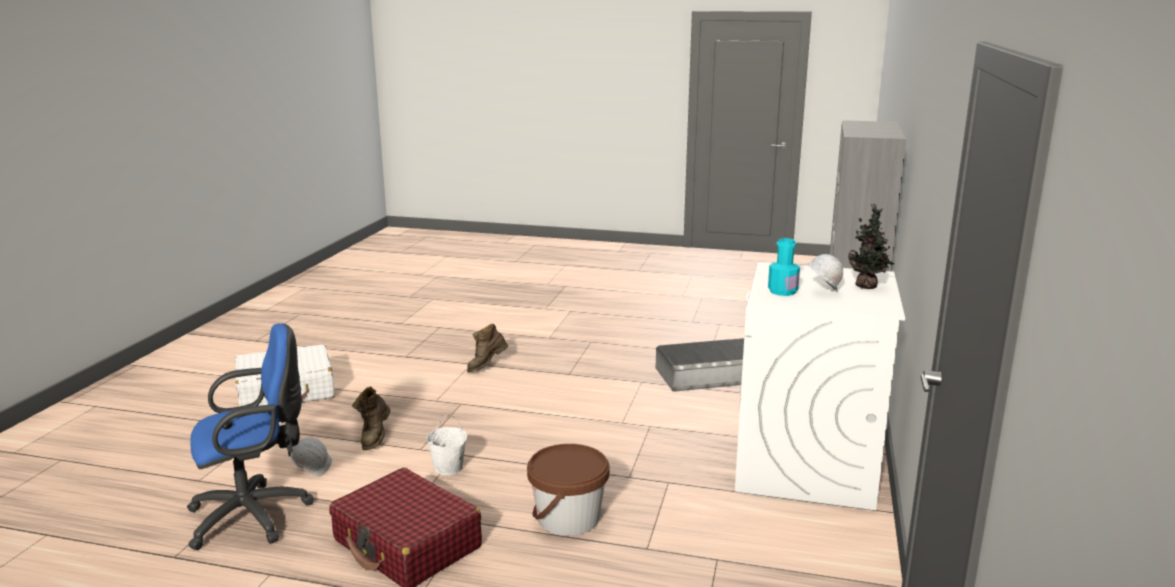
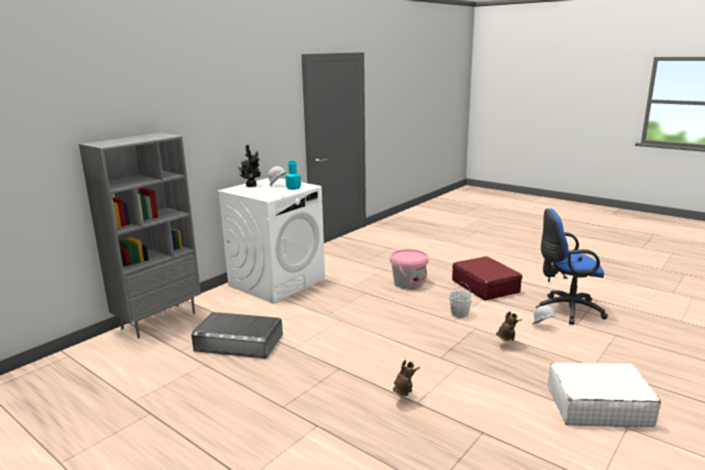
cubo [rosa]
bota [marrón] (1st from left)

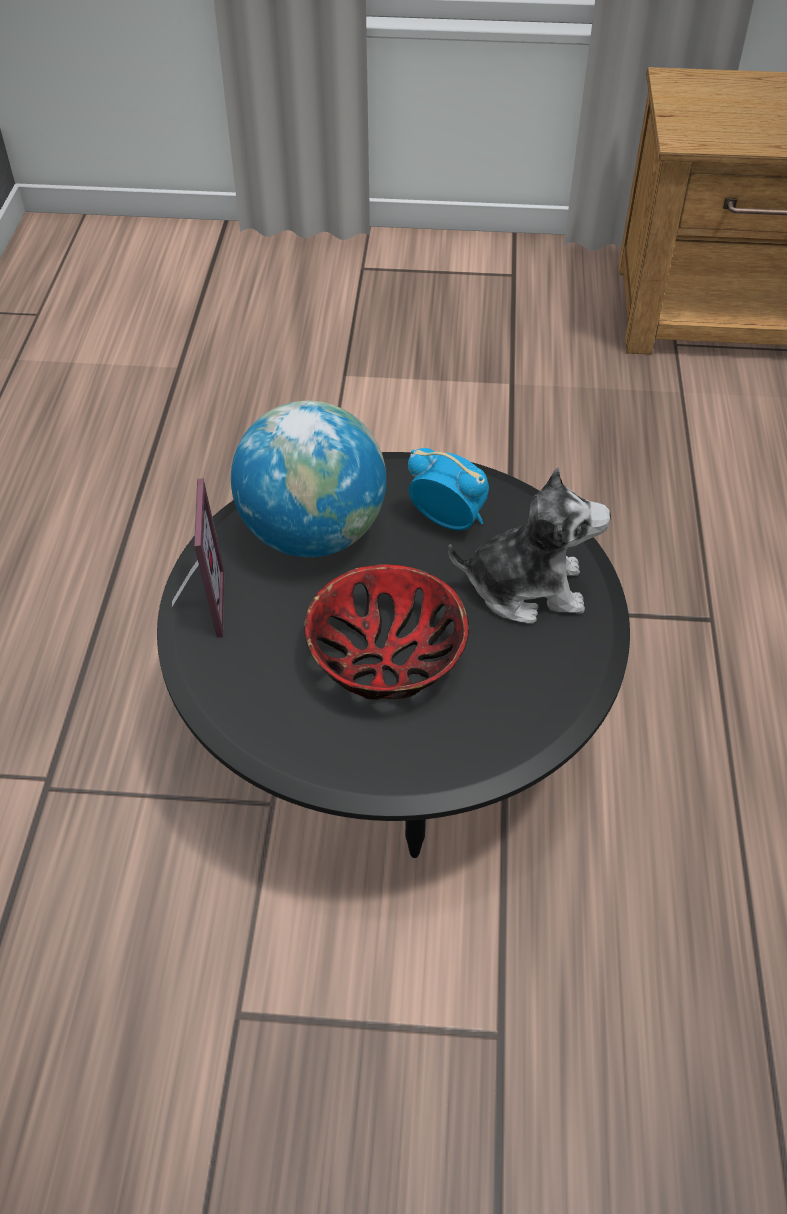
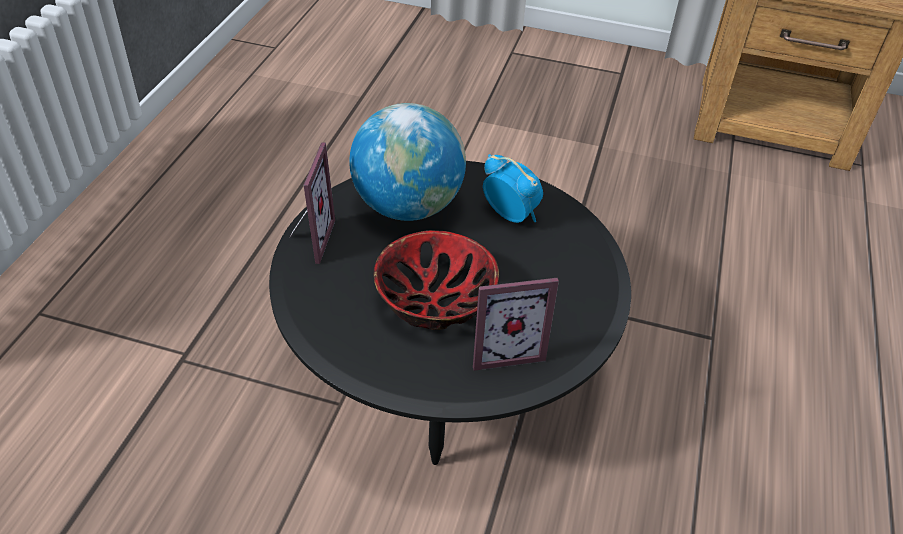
peluche
portarretratos (2nd from left)

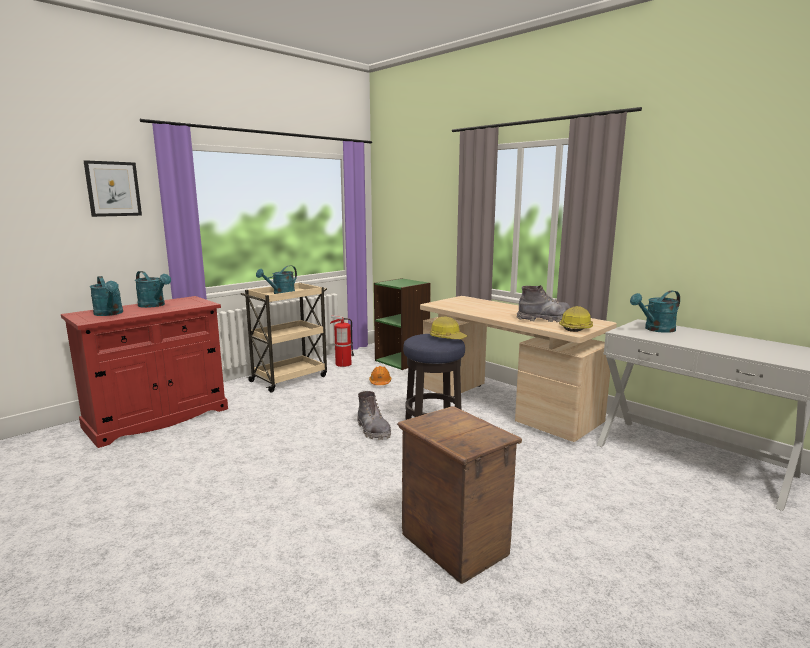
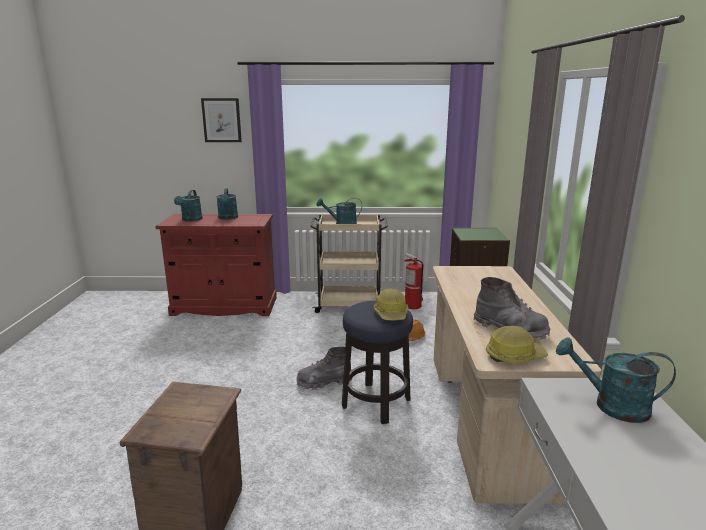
bota [gris] (1st from left)

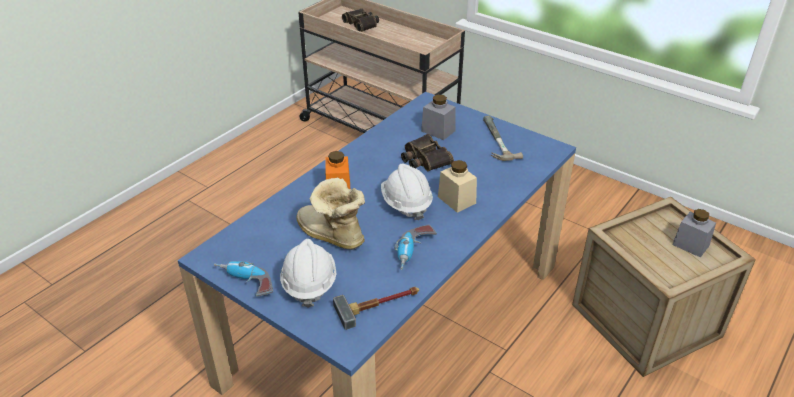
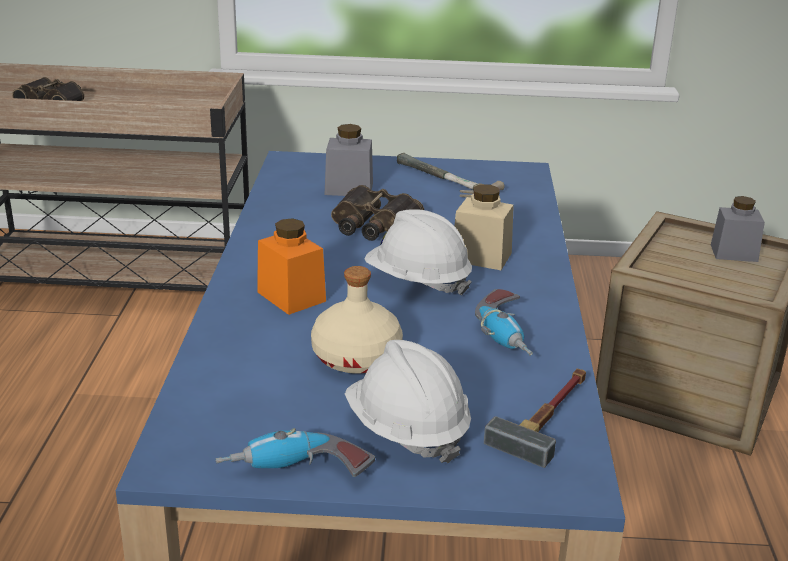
botella [beis]

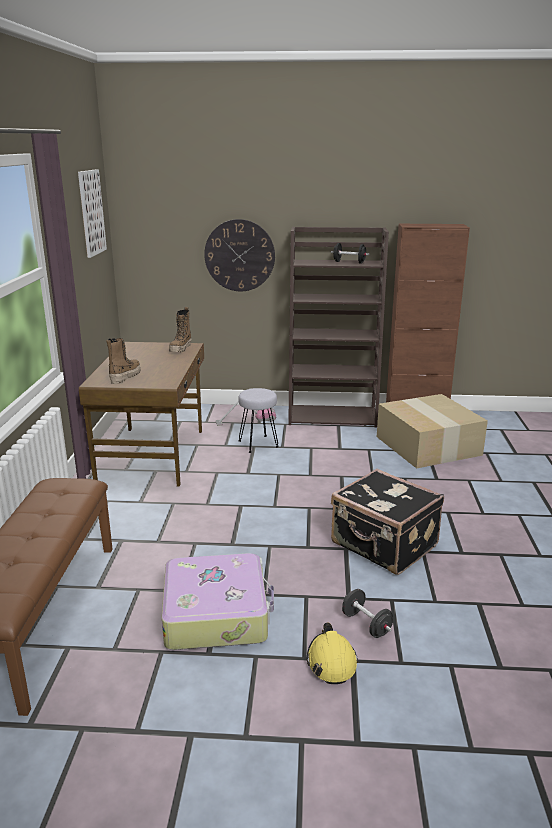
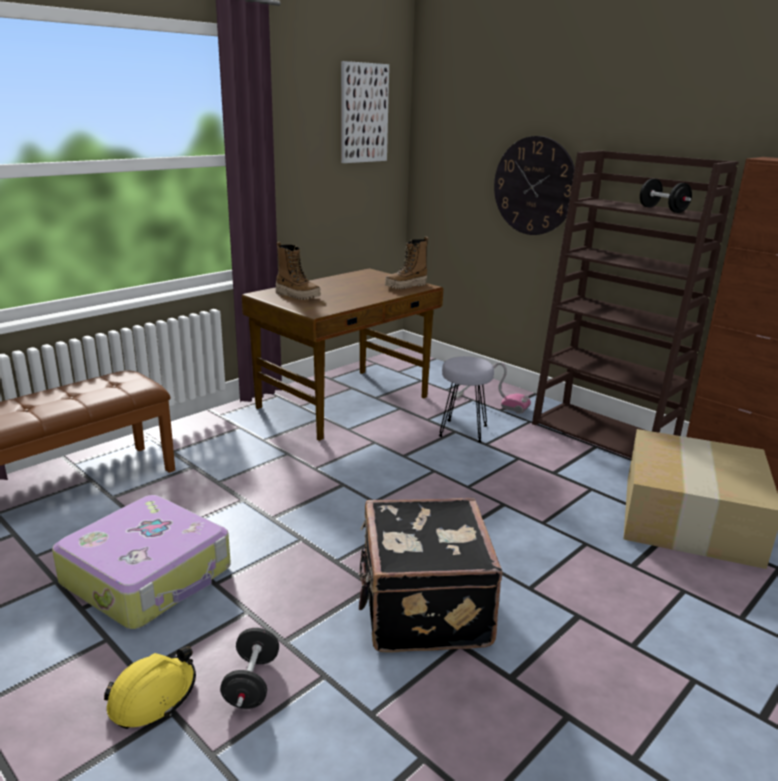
bota (1st from left)

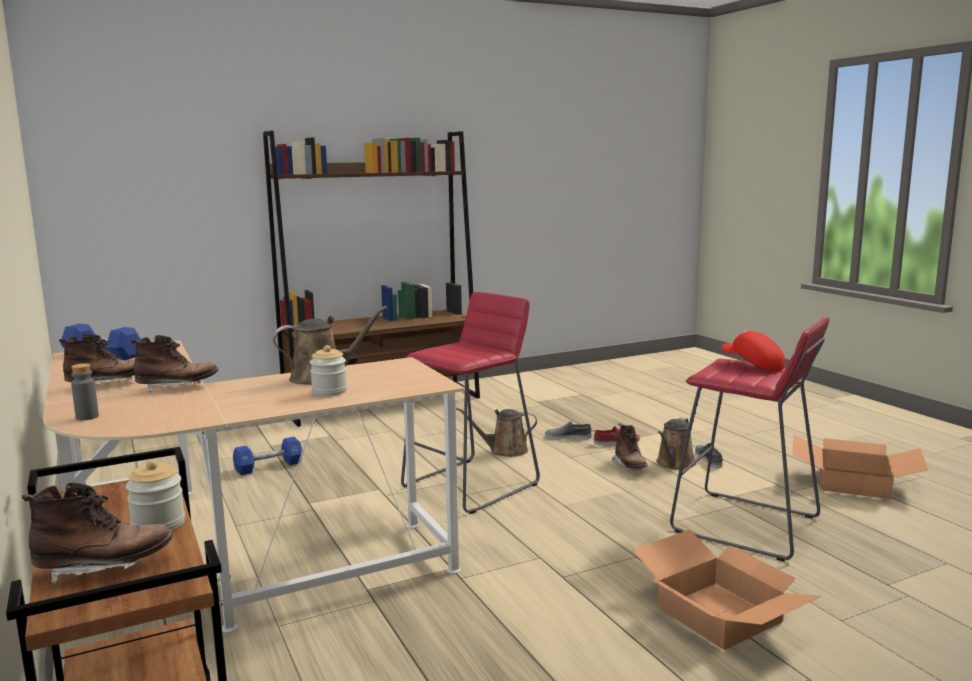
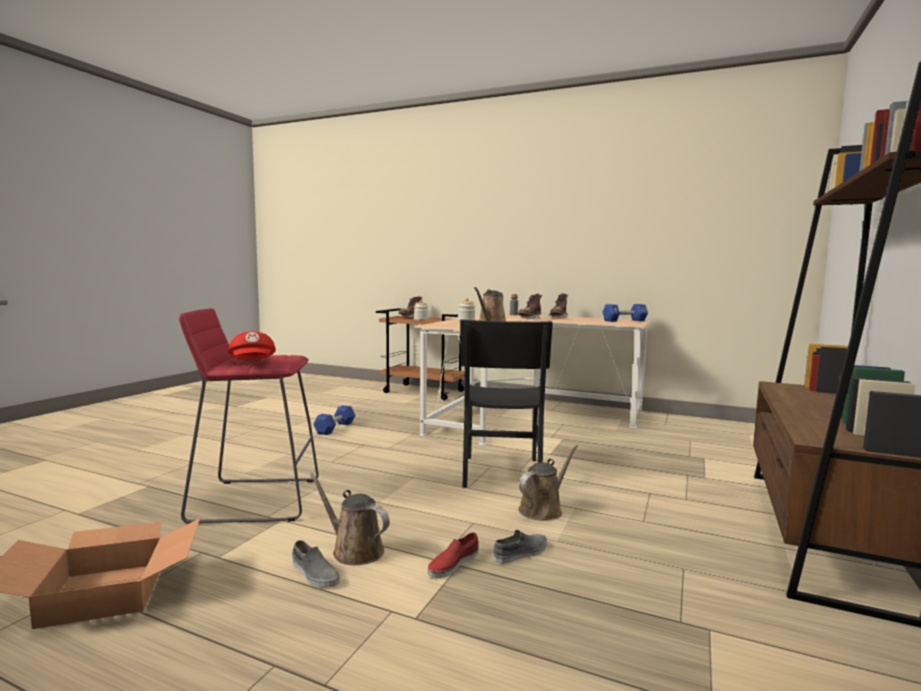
bota [marrón] (4th from left in the first image)
caja de cartón (1st from left in the first image)
mancuerna [azul] (1st from left)
silla [negro]
regadera [marrón] (1st from left)
gorra [rojo]

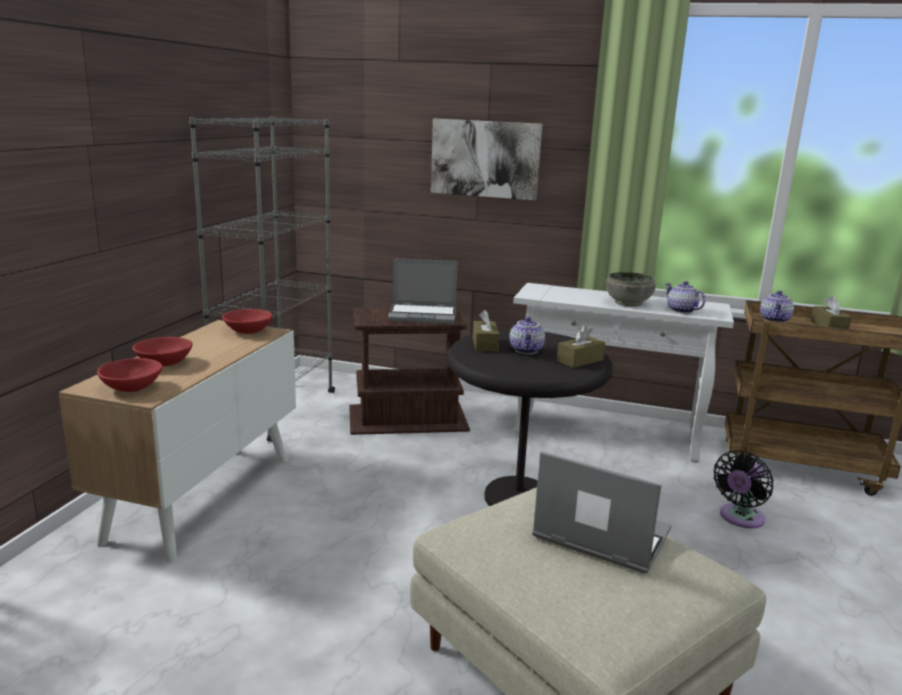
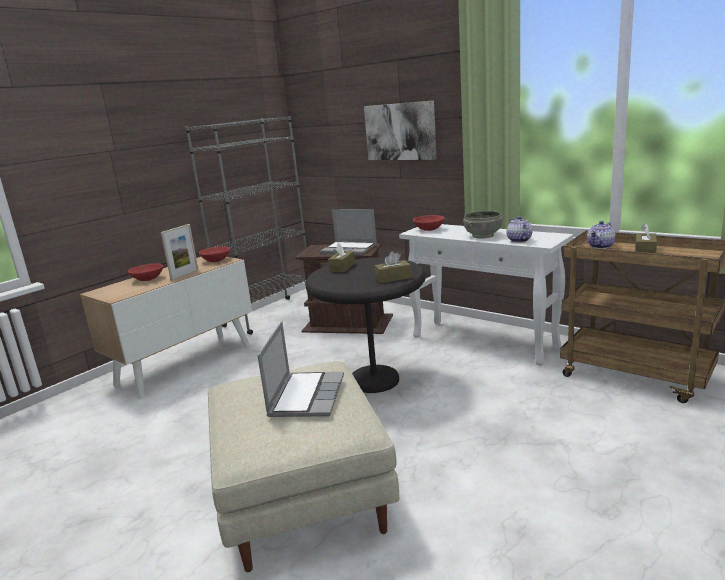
tetera (1st from left in the first image)
ventilador [negro]
portarretratos
cuenco [rojo] (3rd from left)
portátil (1st from left)

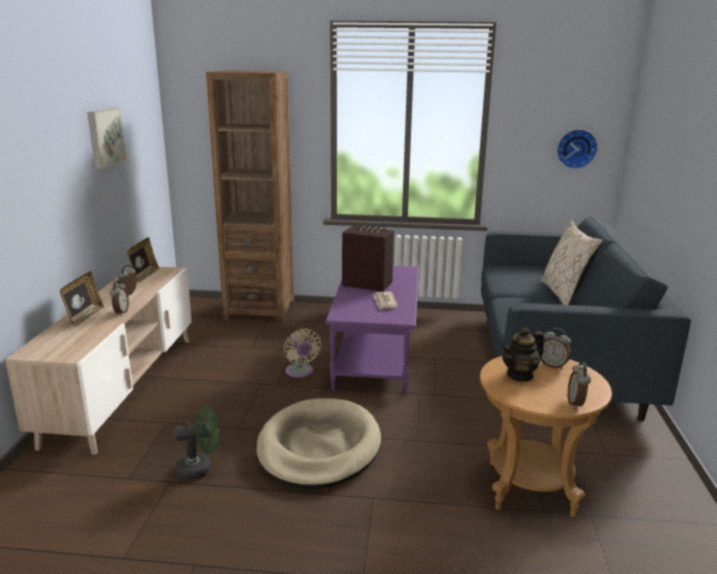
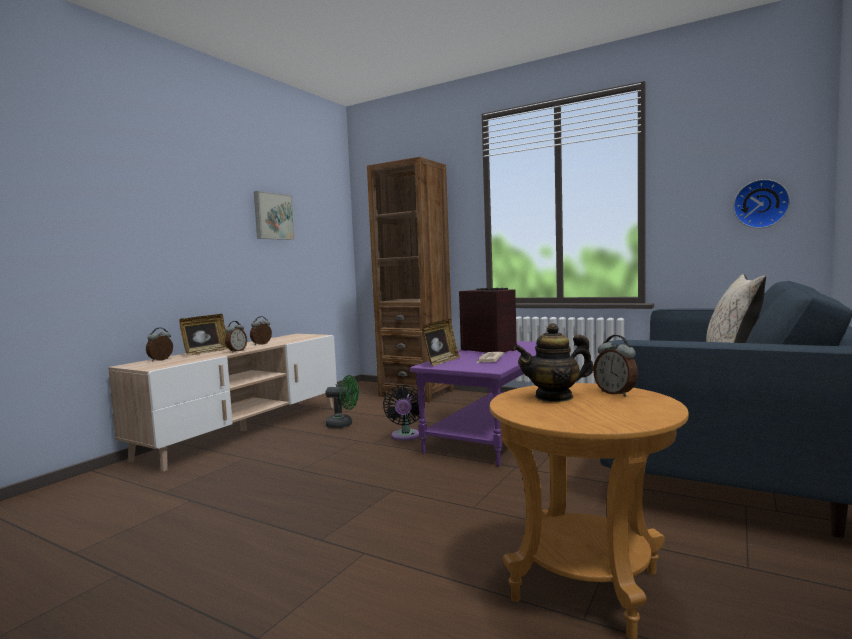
cama para perro [beis]
portarretratos (2nd from left)
ventilador [verde]
despertador (1st from left)
ventilador [negro]

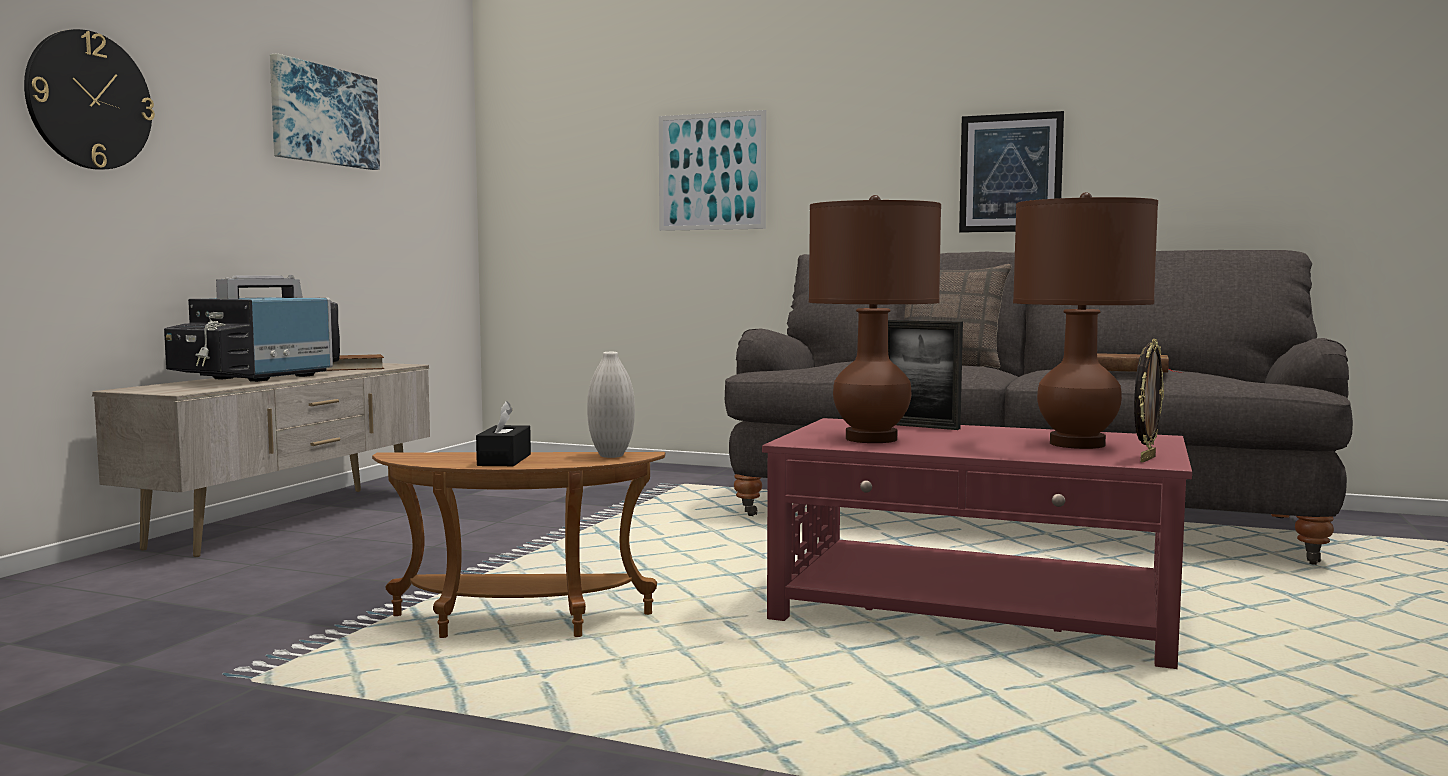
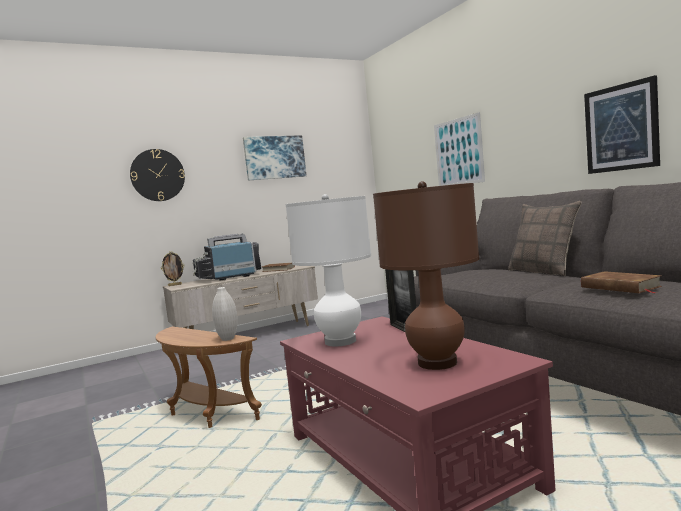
caja de pañuelos [negro]
portarretratos (1st from left)
lámpara de mesa [blanco]

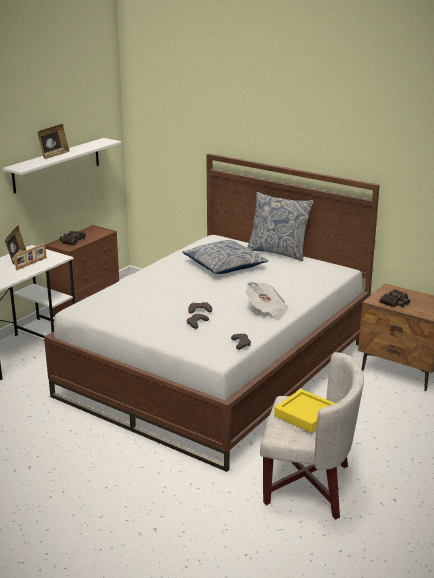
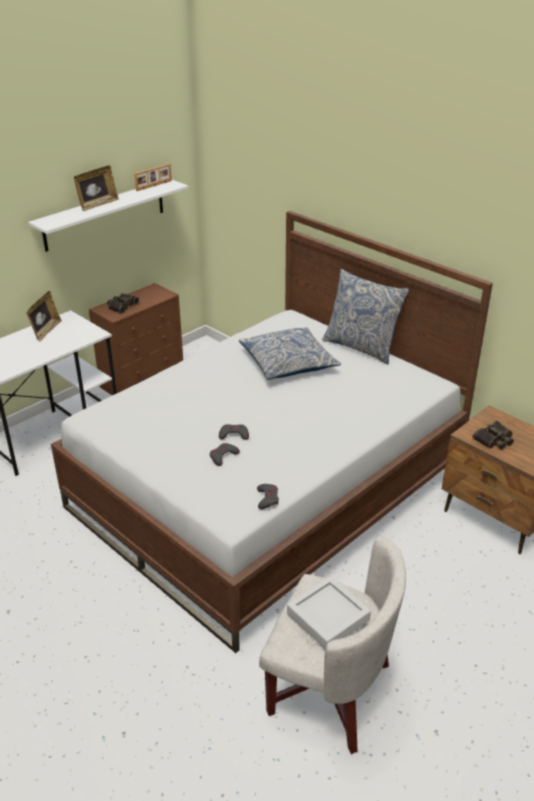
periódico
portarretratos (3rd from left)
bandeja [gris]

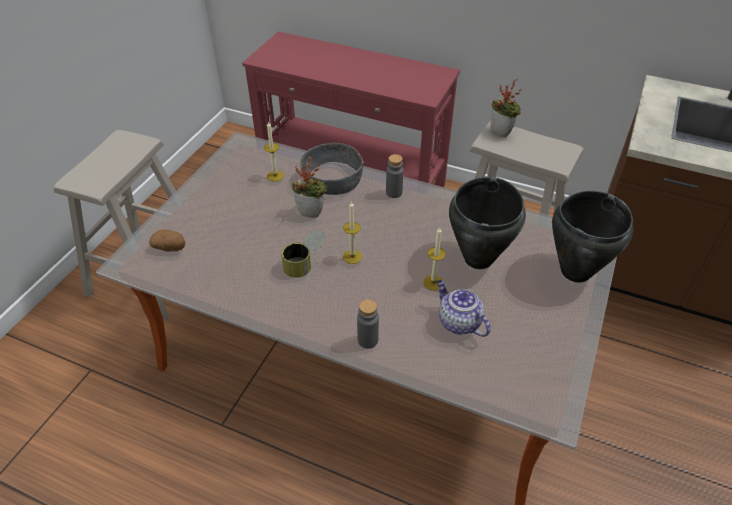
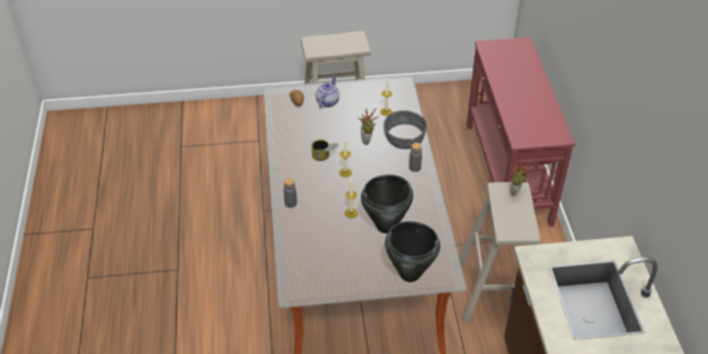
tetera

